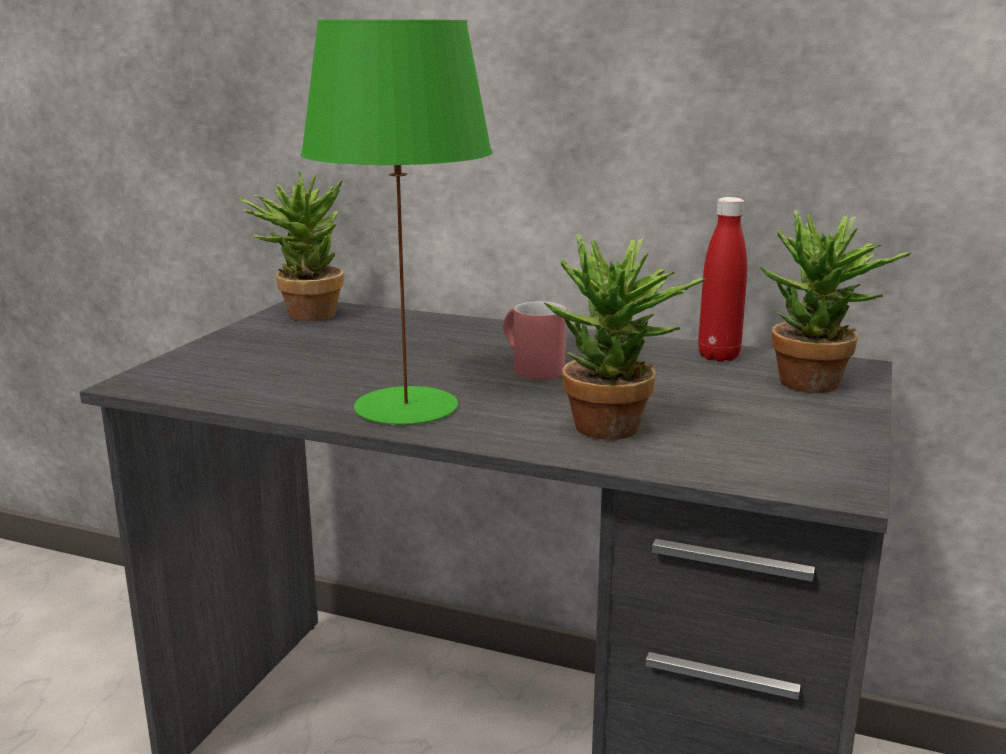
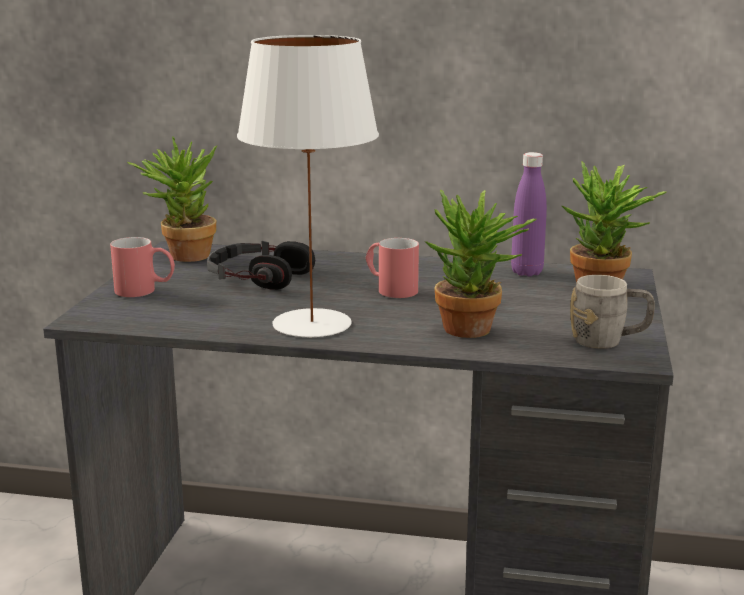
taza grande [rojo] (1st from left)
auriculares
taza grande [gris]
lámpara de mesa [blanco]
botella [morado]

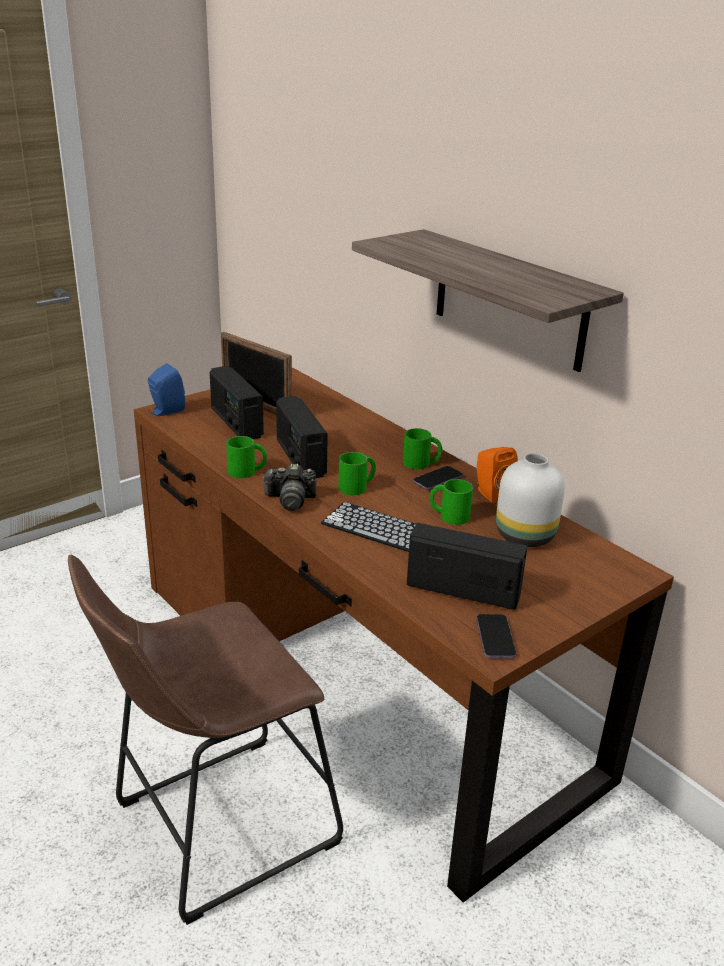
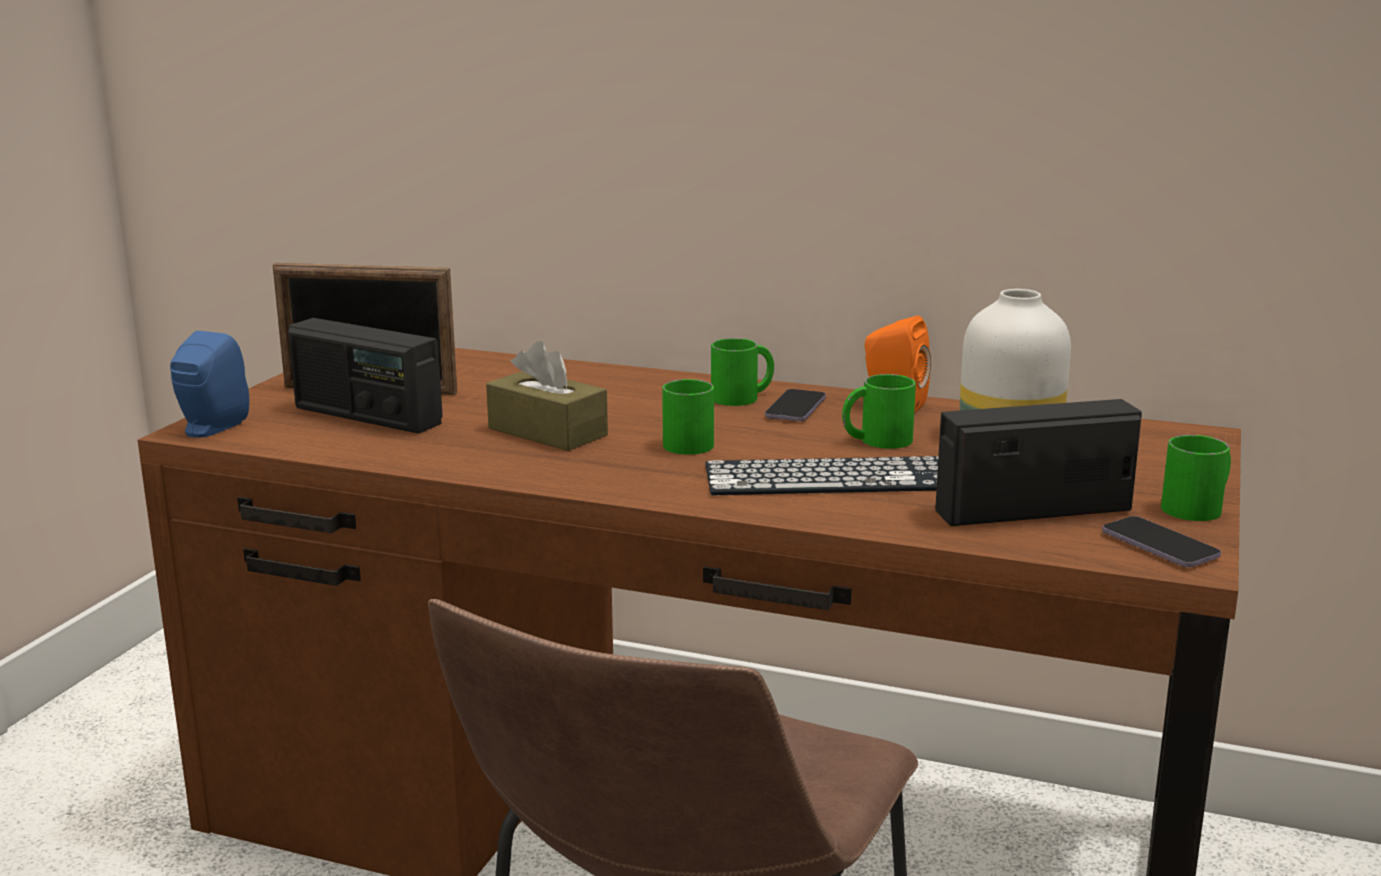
cámara
estante
taza grande [verde] (4th from left)
caja de pañuelos [marrón]

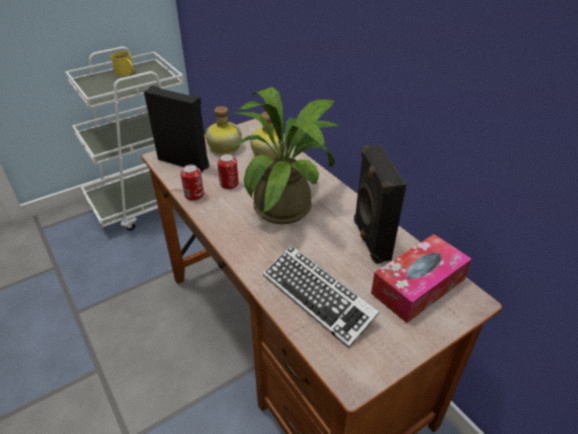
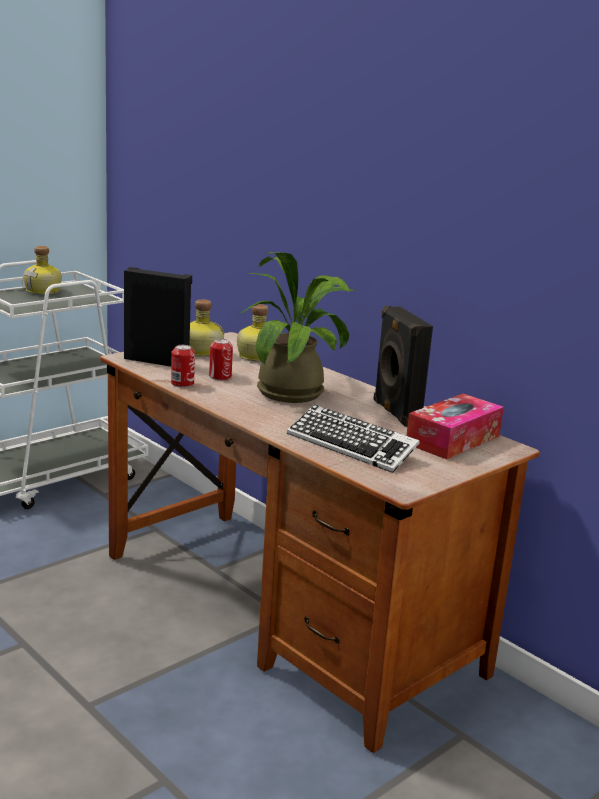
botella (1st from left)

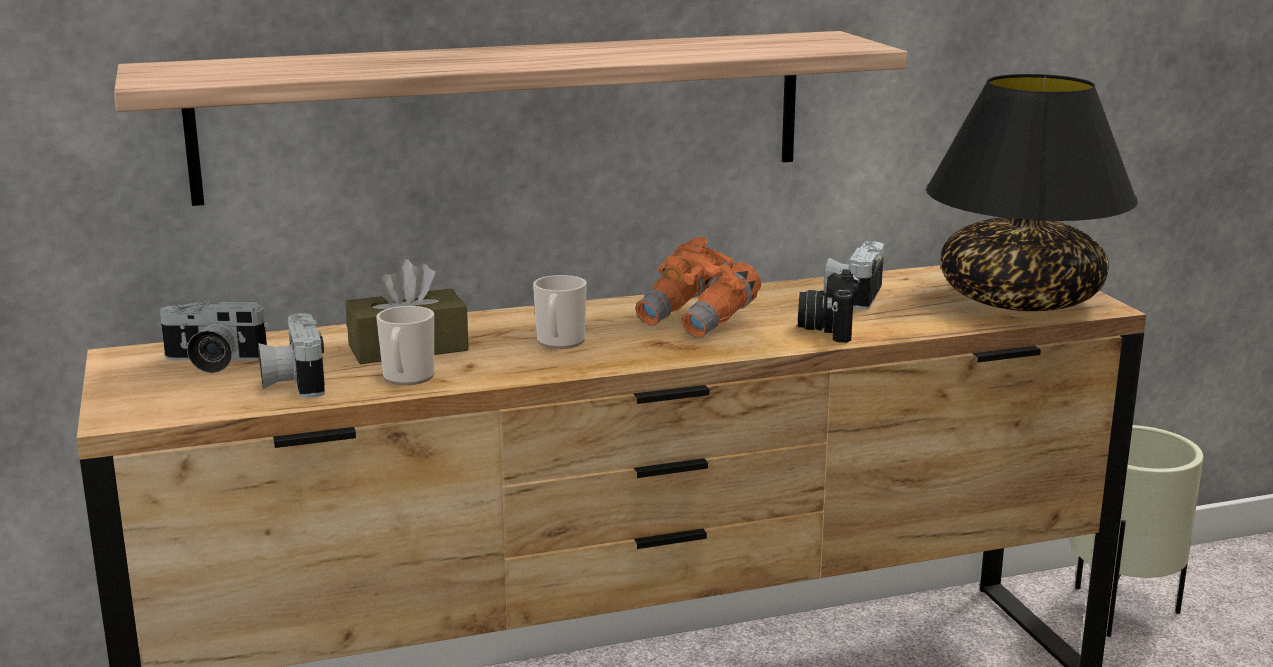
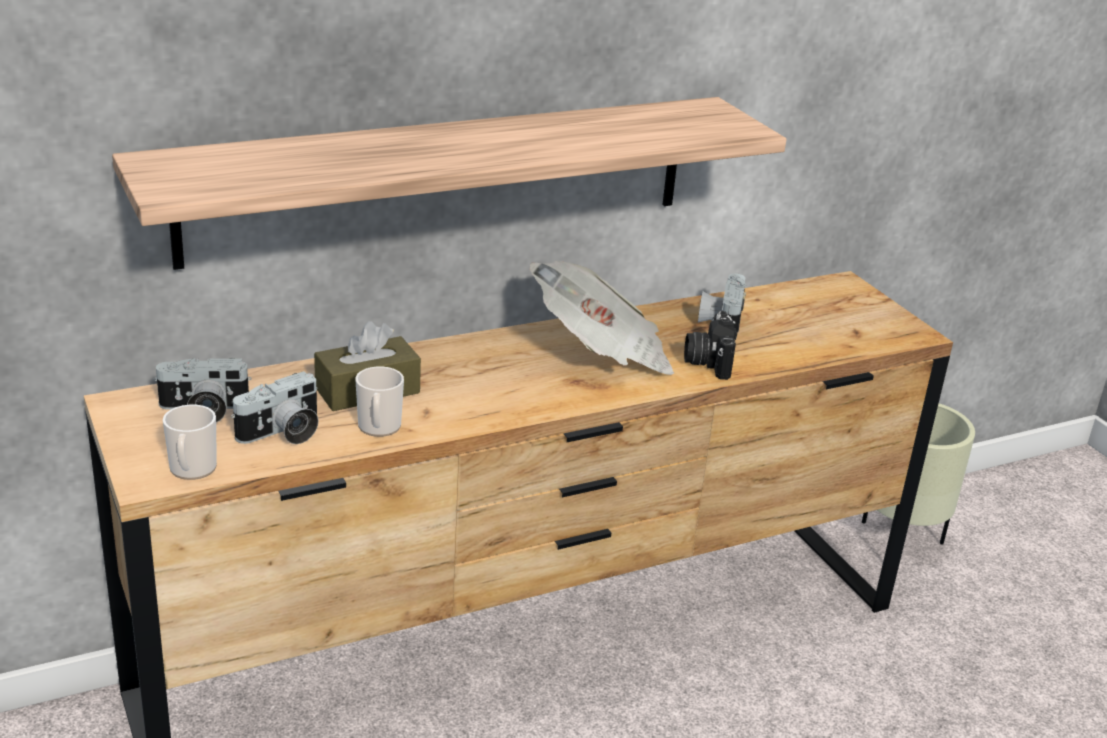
lámpara de mesa [negro]
taza grande (1st from left)
periódico
cámara (2nd from left)

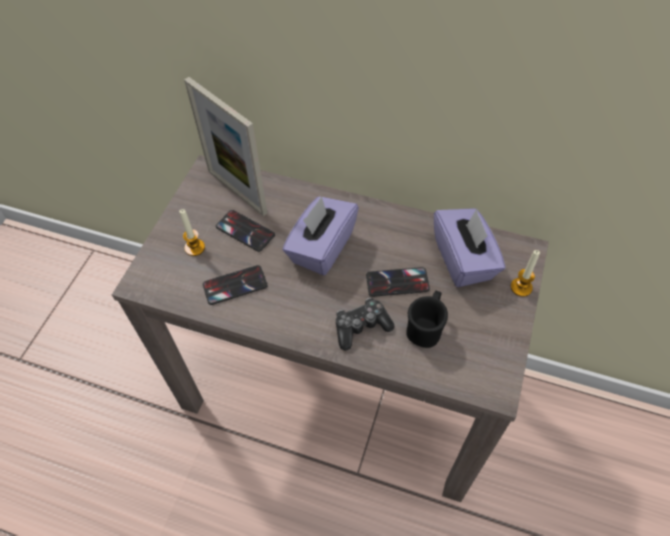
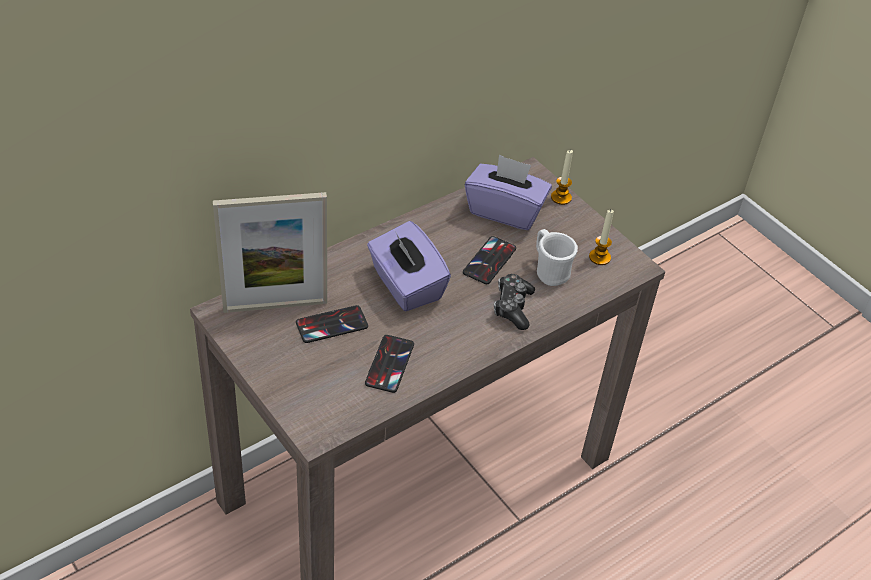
vela (2nd from left)
taza grande [blanco]

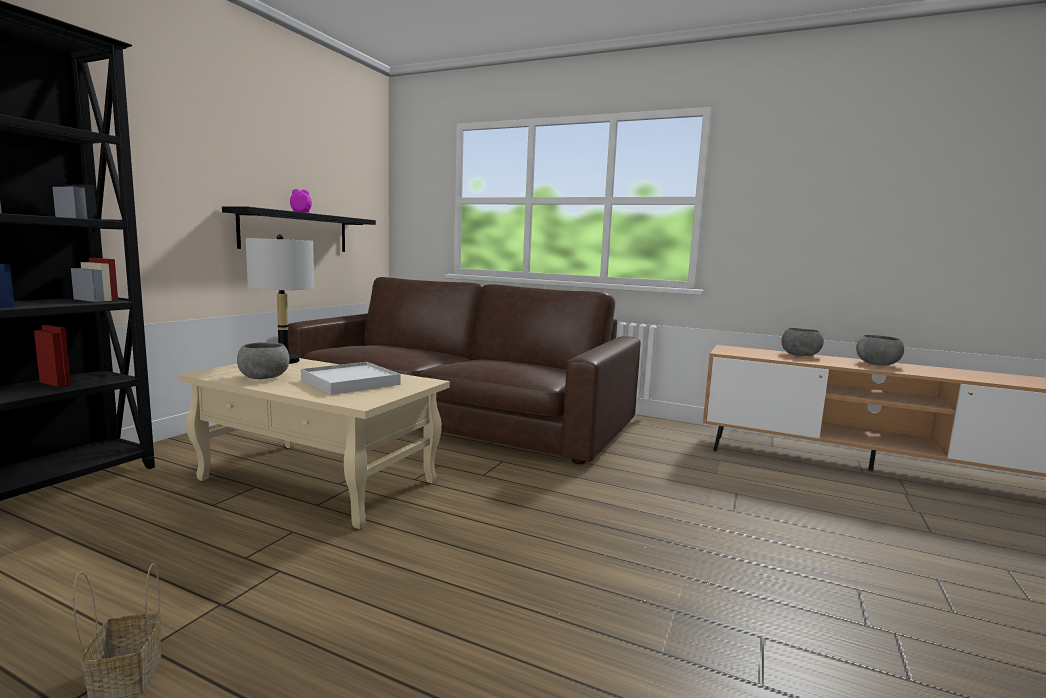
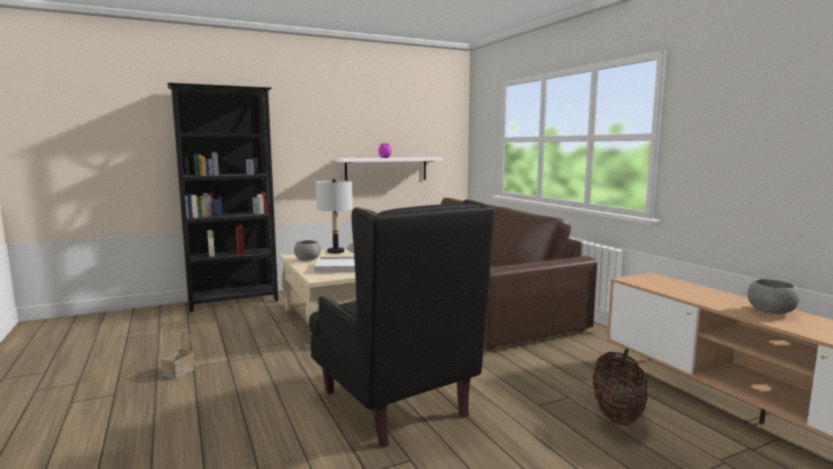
cuenco [gris] (2nd from left in the first image)
sillón [negro]
cesta (2nd from left)
estante [blanco]

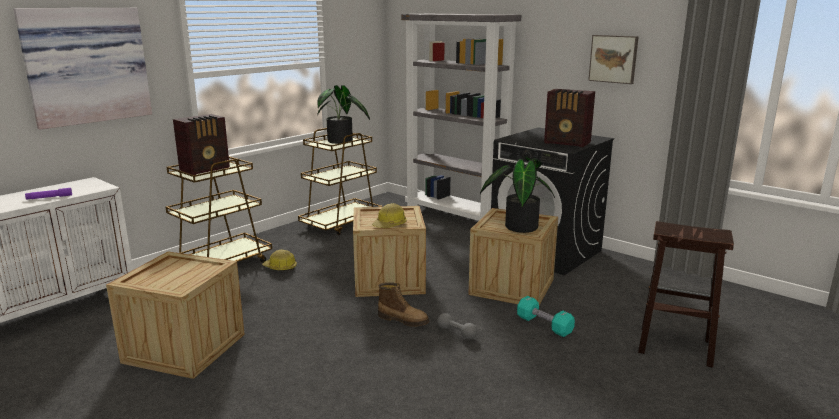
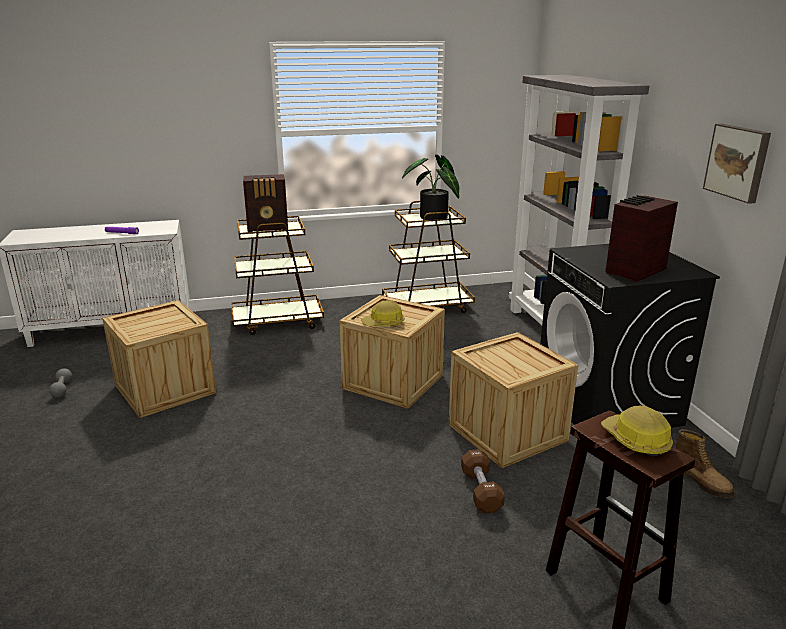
cuadro (1st from left in the first image)
planta en maceta (2nd from left in the first image)
casco (2nd from left)
bota
mancuerna [gris]
mancuerna [marrón]
radio (2nd from left)

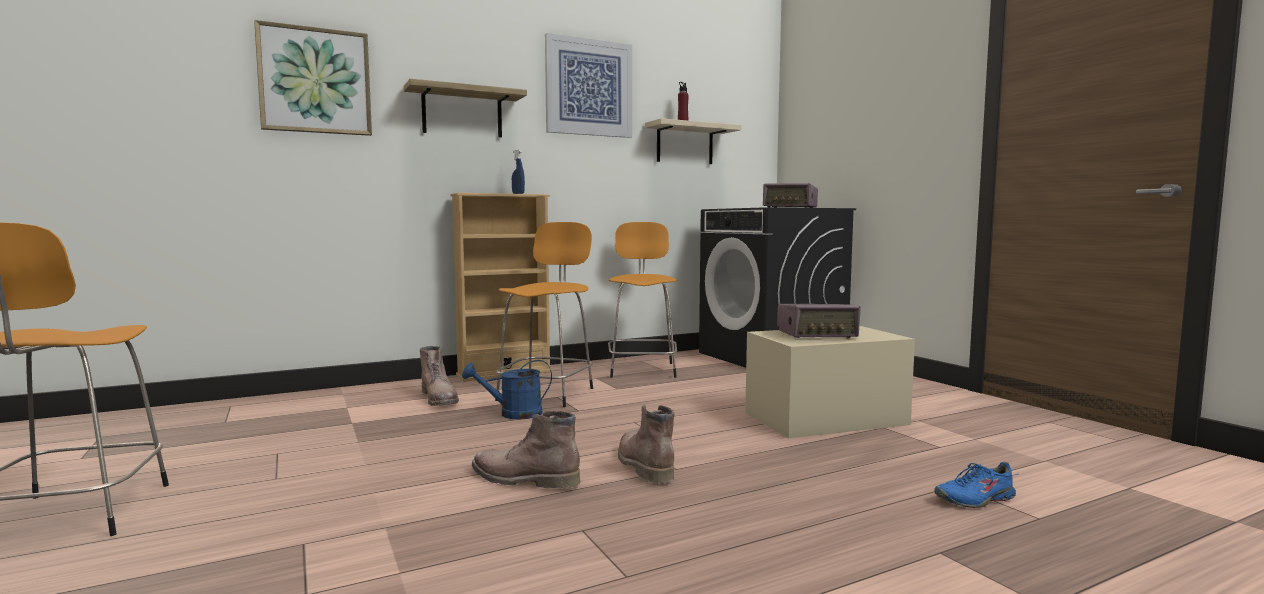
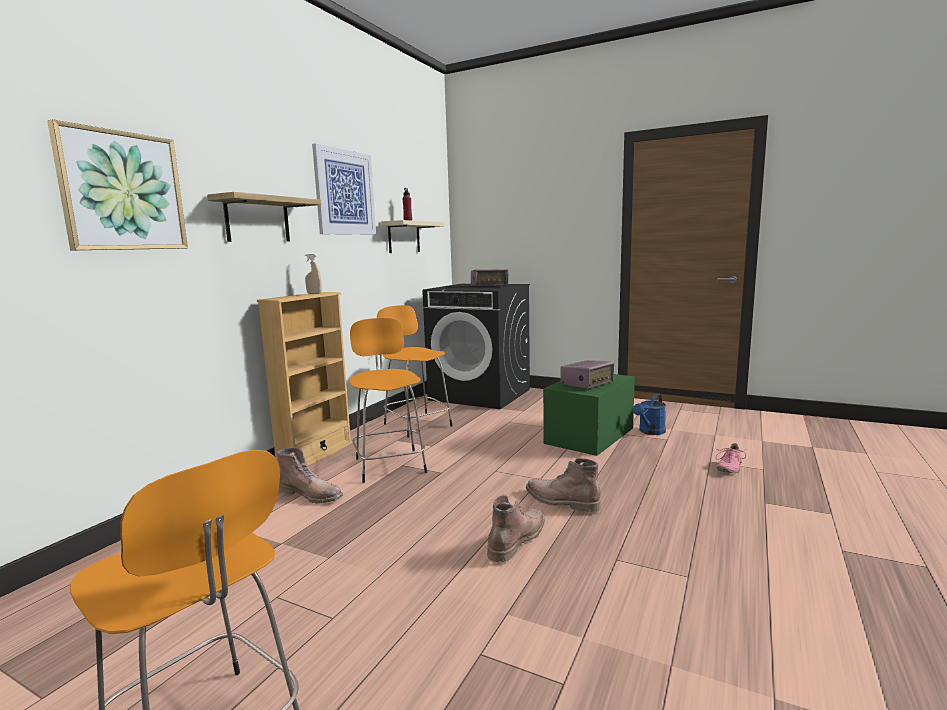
regadera [azul]
pulverizador [beis]
caja de almacenaje [verde]
zapato [rosa]
bota [marrón] (2nd from left)

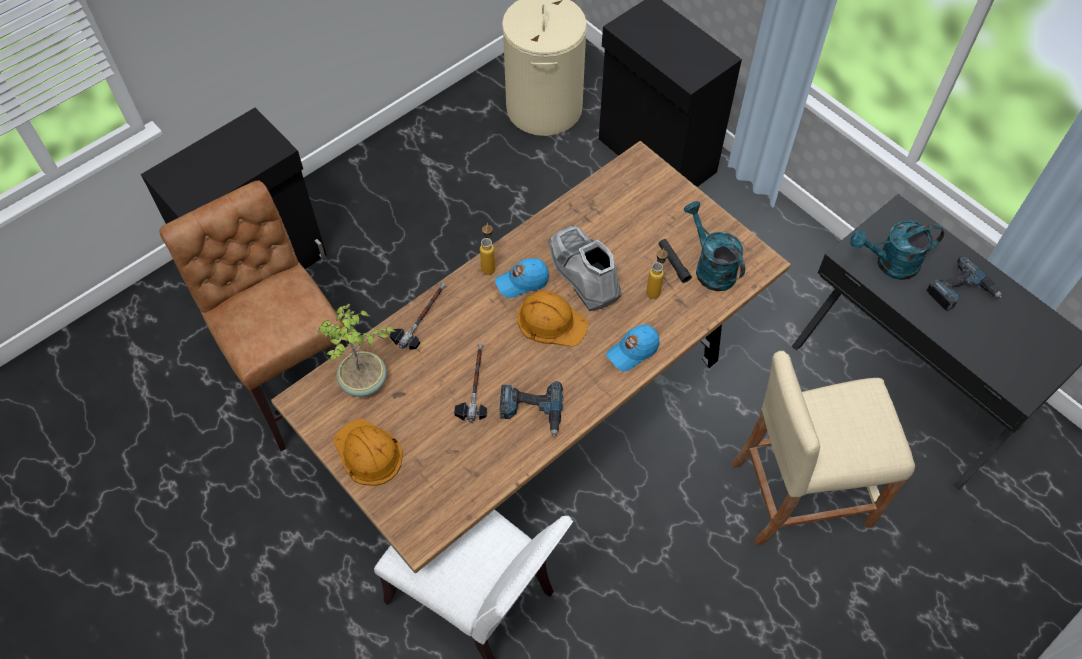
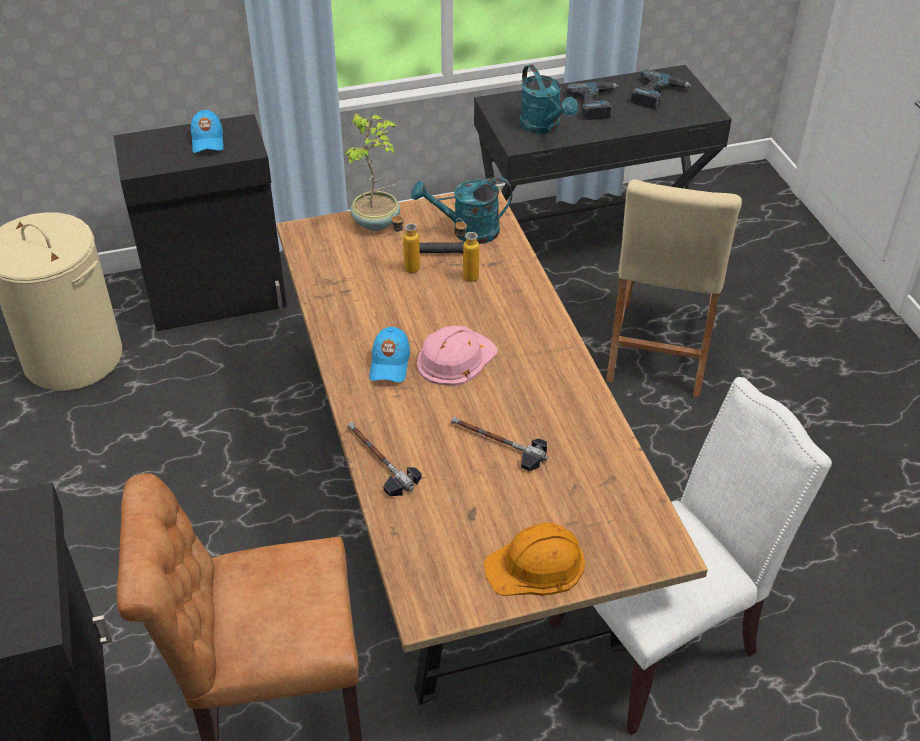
bota [gris]
planta en maceta
botella (1st from left)
taladro (2nd from left)
gorra [azul] (1st from left)
casco [rosa]
regadera [turquesa] (2nd from left)

